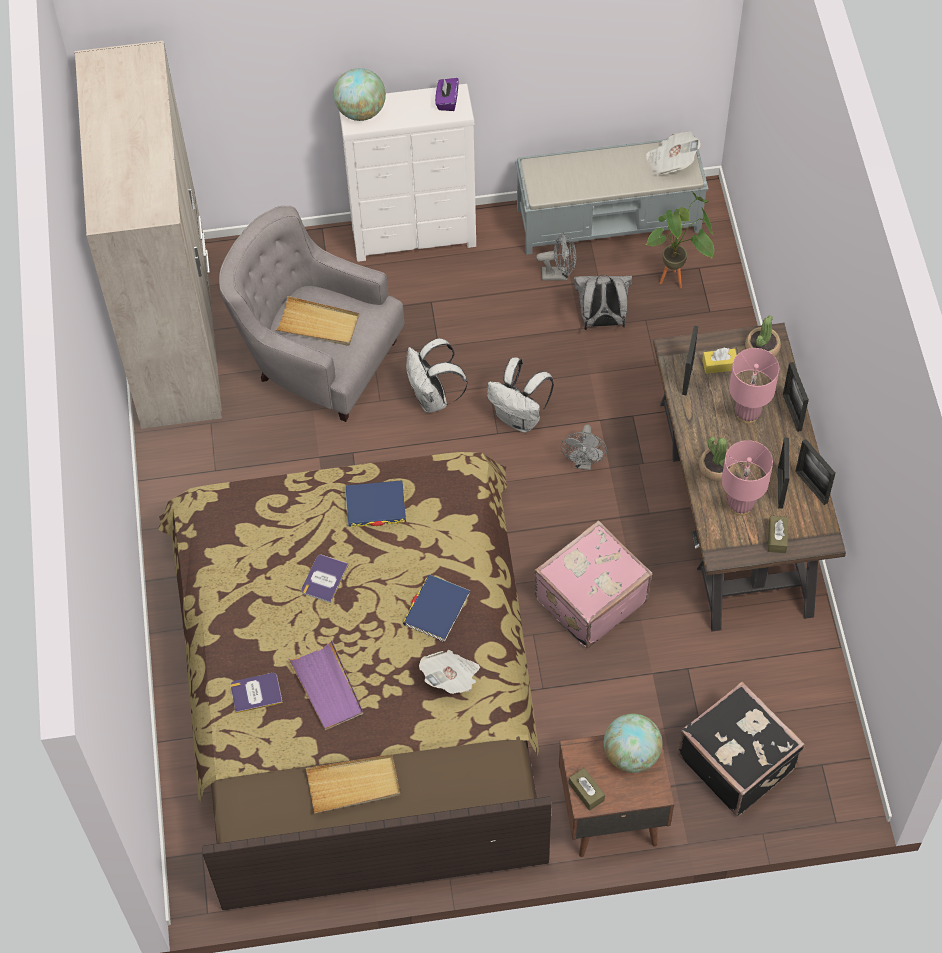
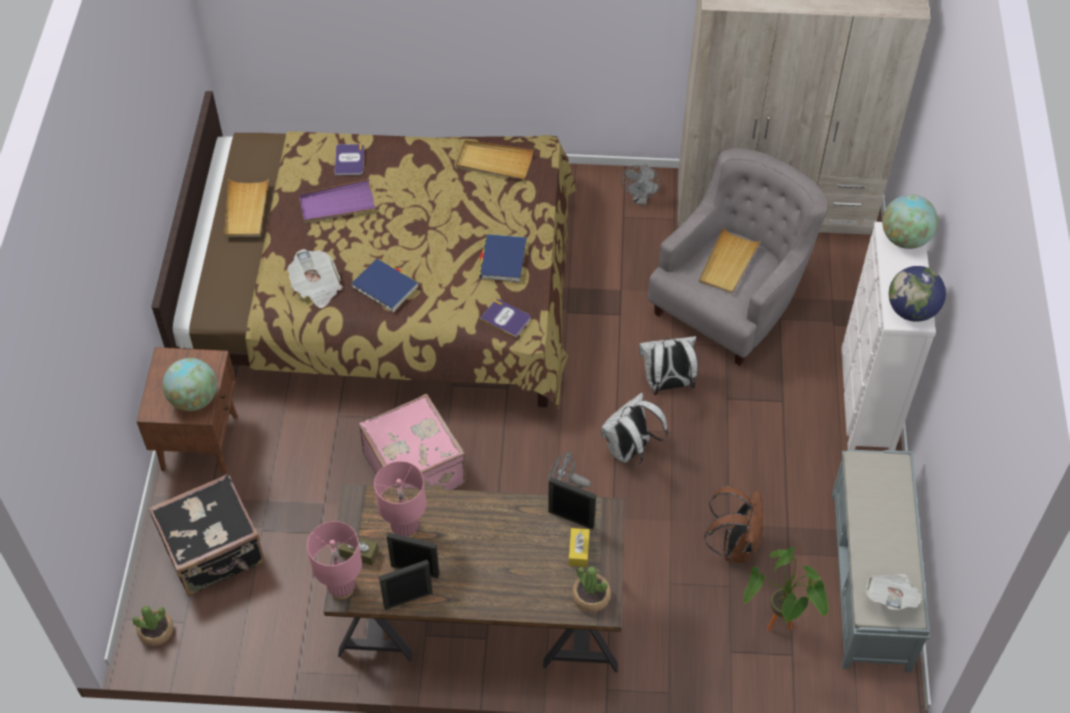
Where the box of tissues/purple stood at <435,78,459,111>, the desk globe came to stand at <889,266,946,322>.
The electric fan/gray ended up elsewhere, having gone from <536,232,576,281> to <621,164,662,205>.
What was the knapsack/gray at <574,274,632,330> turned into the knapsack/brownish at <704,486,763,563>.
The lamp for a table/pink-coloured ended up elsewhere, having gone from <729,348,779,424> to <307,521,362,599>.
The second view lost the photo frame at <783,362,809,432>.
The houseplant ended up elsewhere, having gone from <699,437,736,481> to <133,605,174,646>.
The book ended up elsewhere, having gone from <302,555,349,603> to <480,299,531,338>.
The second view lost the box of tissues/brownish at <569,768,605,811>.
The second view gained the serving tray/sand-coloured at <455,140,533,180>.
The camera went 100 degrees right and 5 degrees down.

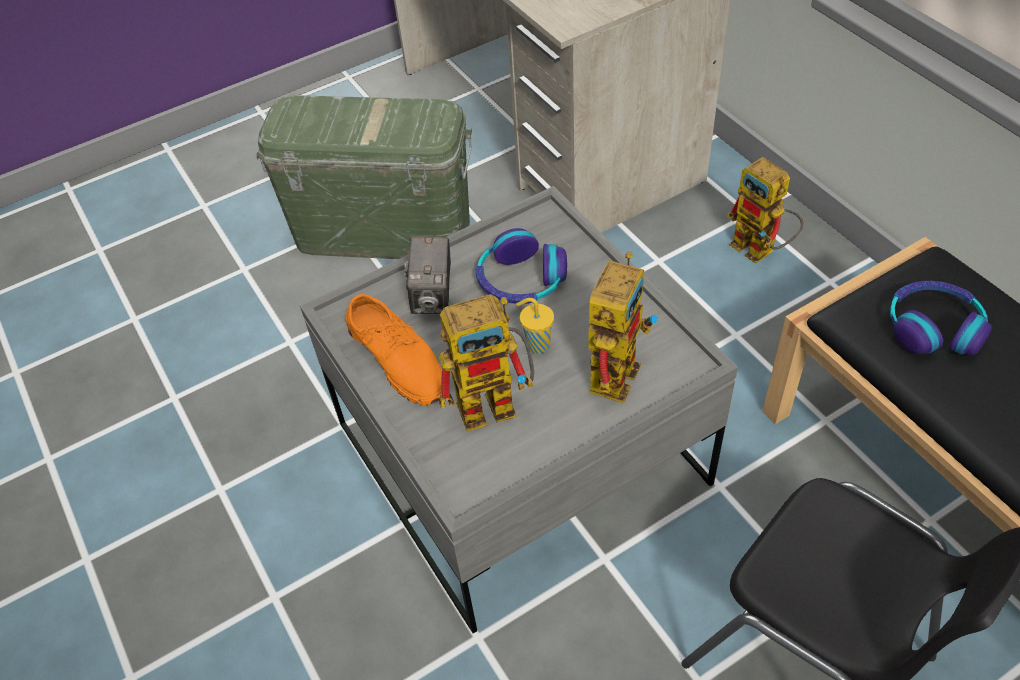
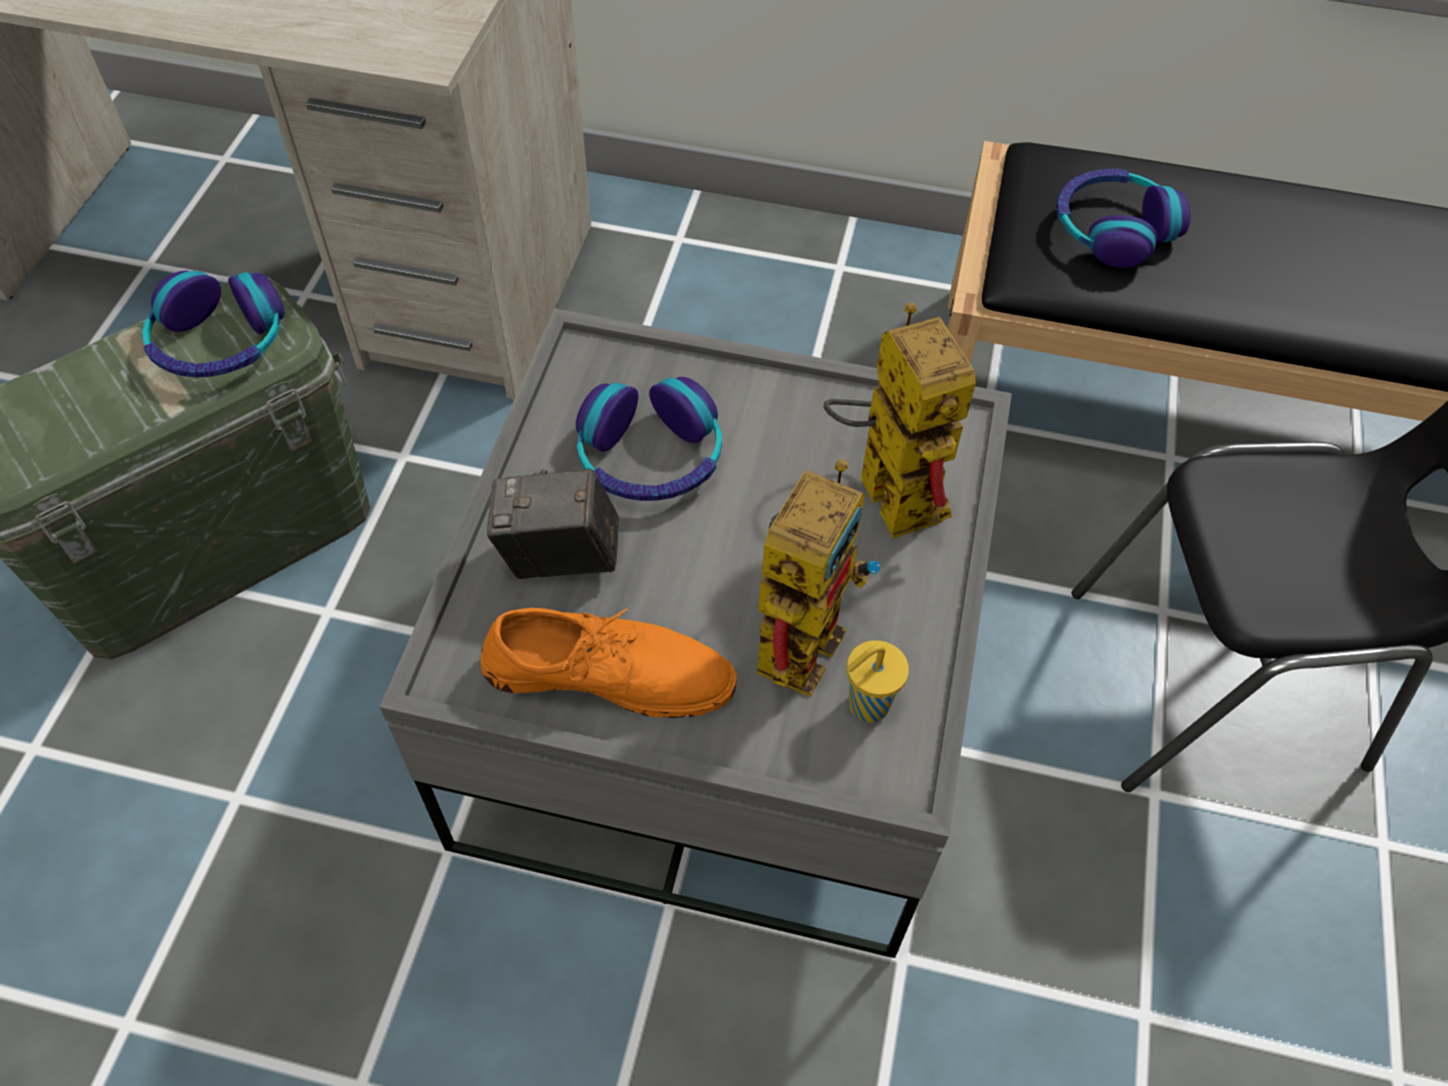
The second view lost the robot figure at <727,157,804,264>.
The photo camera at <404,236,451,314> ended up facing another way, 135 degrees clockwise from before.
The small cup/yellow ended up elsewhere, having gone from <516,298,554,354> to <847,640,909,722>.
The second view gained the headset at <142,270,285,378>.
The camera went 50 degrees left and 5 degrees up.

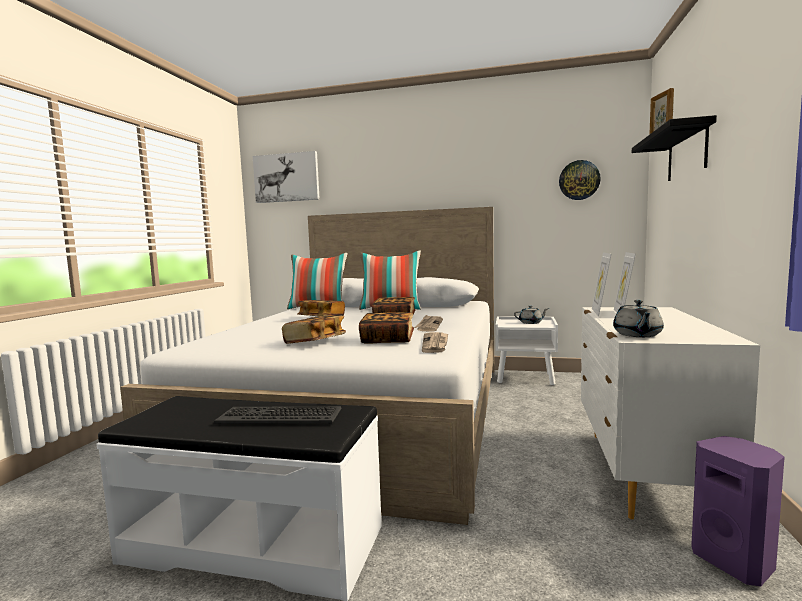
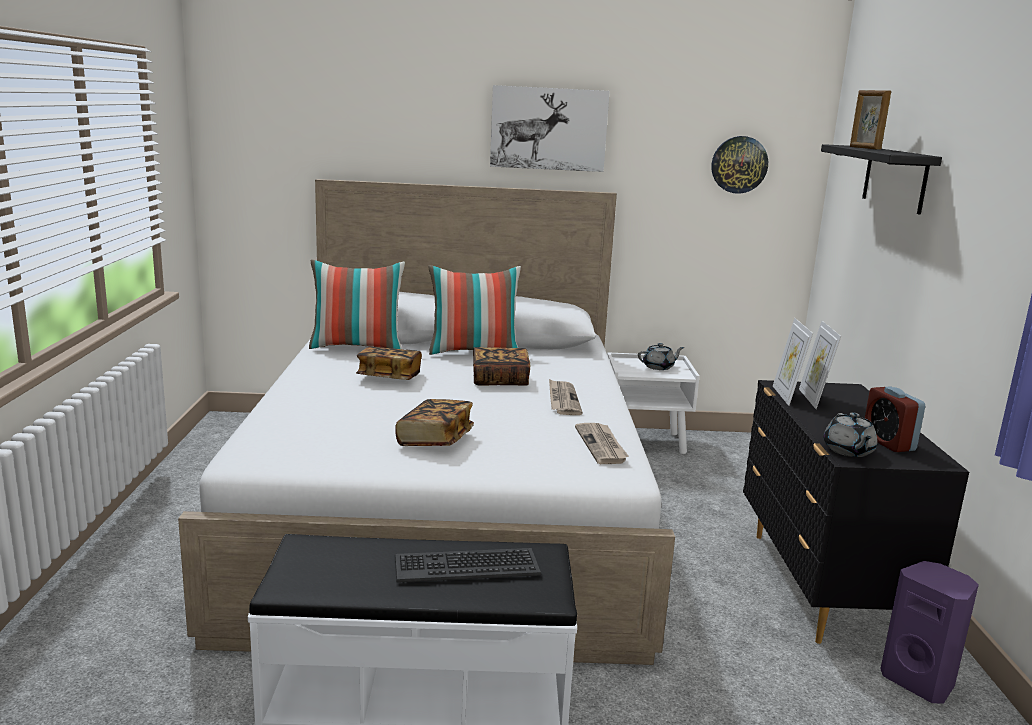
The wall picture ended up elsewhere, having gone from <253,151,320,203> to <490,85,610,172>.
What was the chest of drawers/white at <581,307,760,519> turned into the chest of drawers/black at <743,380,969,644>.
The second view lost the book at <359,312,414,344>.
The second view gained the alarm clock at <865,386,925,452>.
The camera went 15 degrees left and 10 degrees up.

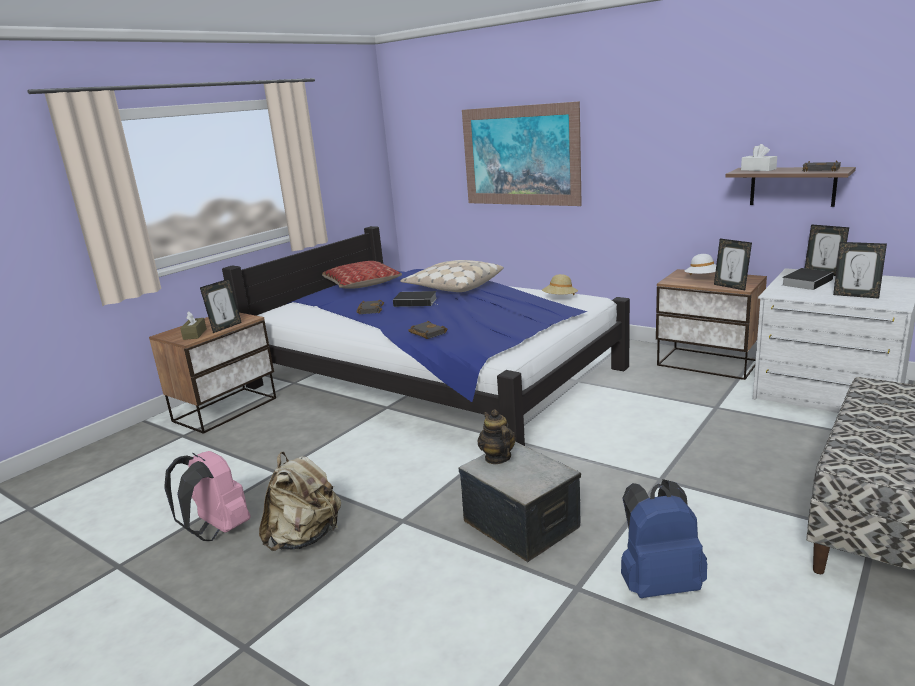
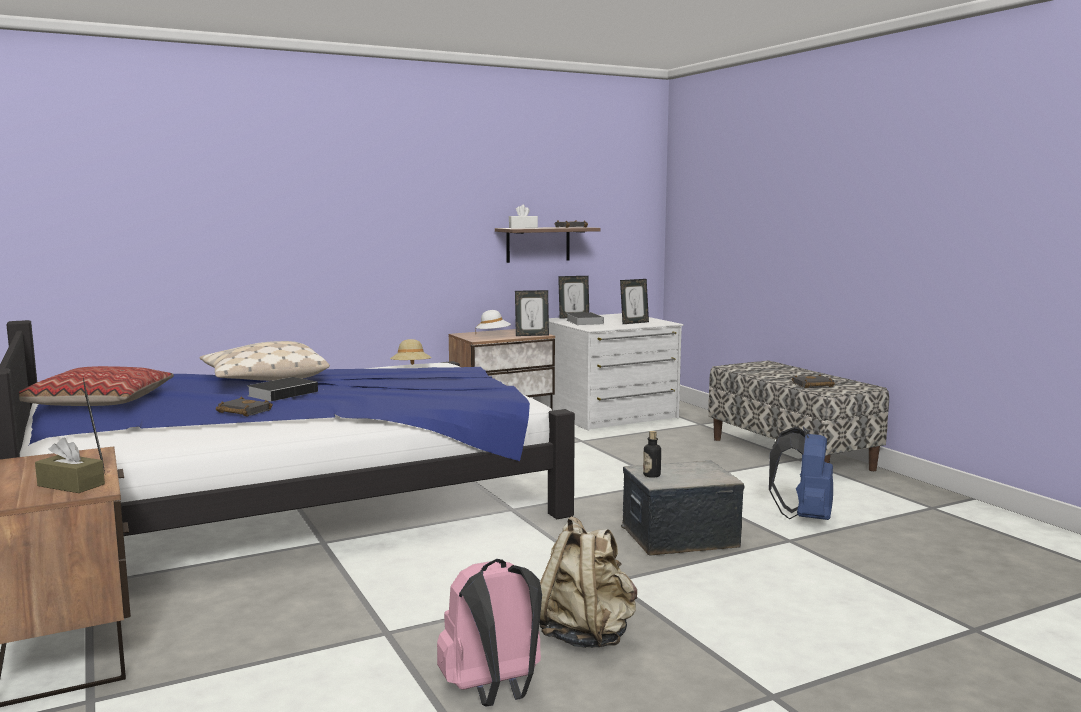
The second view lost the wall picture at <462,101,582,206>.
The book/black ended up elsewhere, having gone from <408,321,448,339> to <792,374,835,388>.
Where the tea pot stood at <477,409,516,464>, the drink bottle came to stand at <643,431,661,478>.
The camera went 65 degrees left and 10 degrees down.

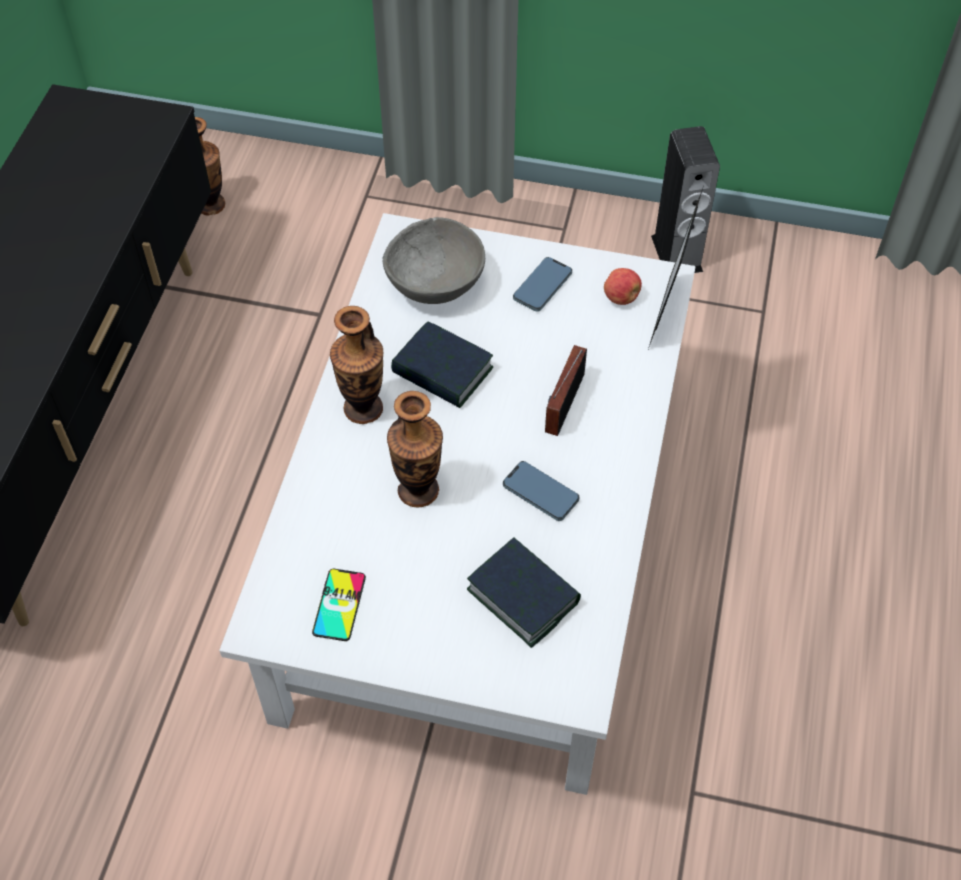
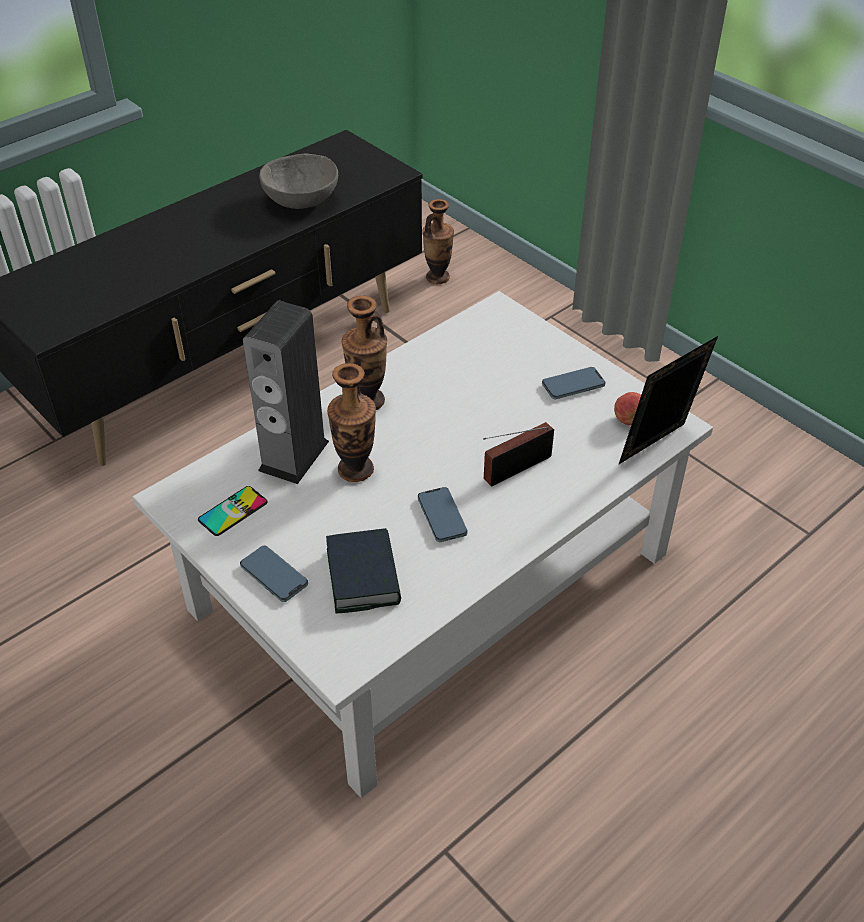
The loudspeaker ended up elsewhere, having gone from <651,126,720,273> to <243,301,329,484>.
The serving bowl/gray ended up elsewhere, having gone from <382,217,485,304> to <259,153,338,209>.
The second view lost the book at <391,321,493,408>.
The second view gained the phone at <240,546,308,602>.
The camera went 35 degrees right and 10 degrees down.

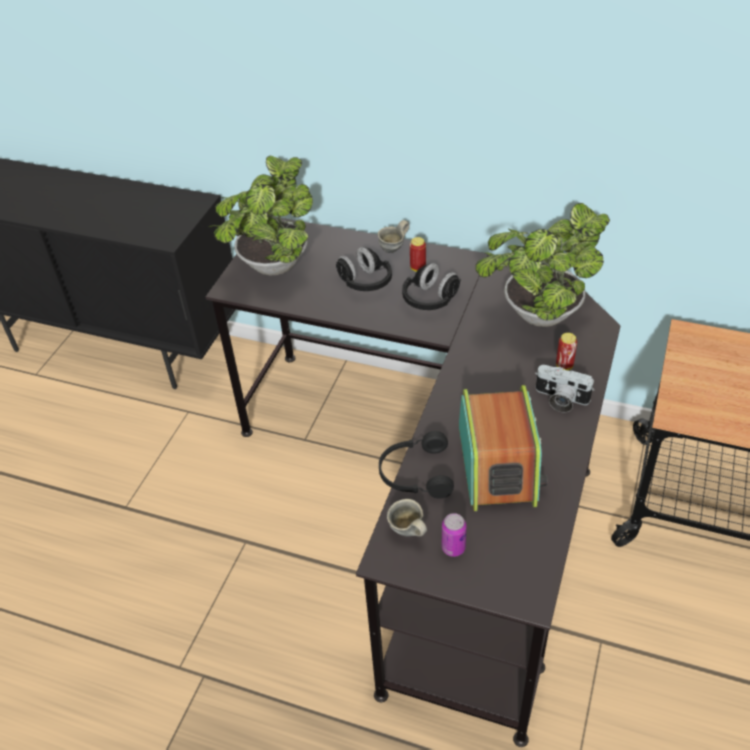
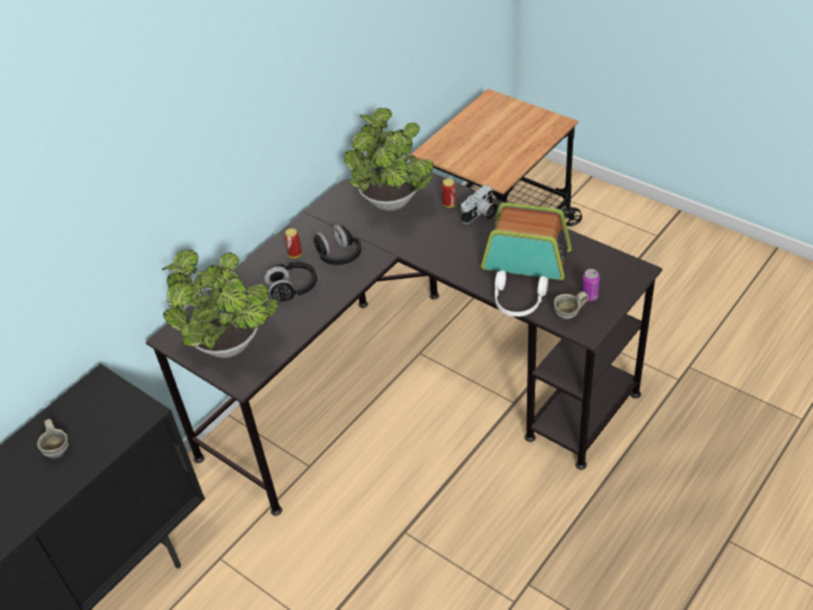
The tea mug/gray ended up elsewhere, having gone from <378,220,409,253> to <37,419,68,459>.
What was the headset/black at <379,431,454,499> turned into the headset/white at <495,271,548,317>.
The camera went 70 degrees left and 0 degrees up.

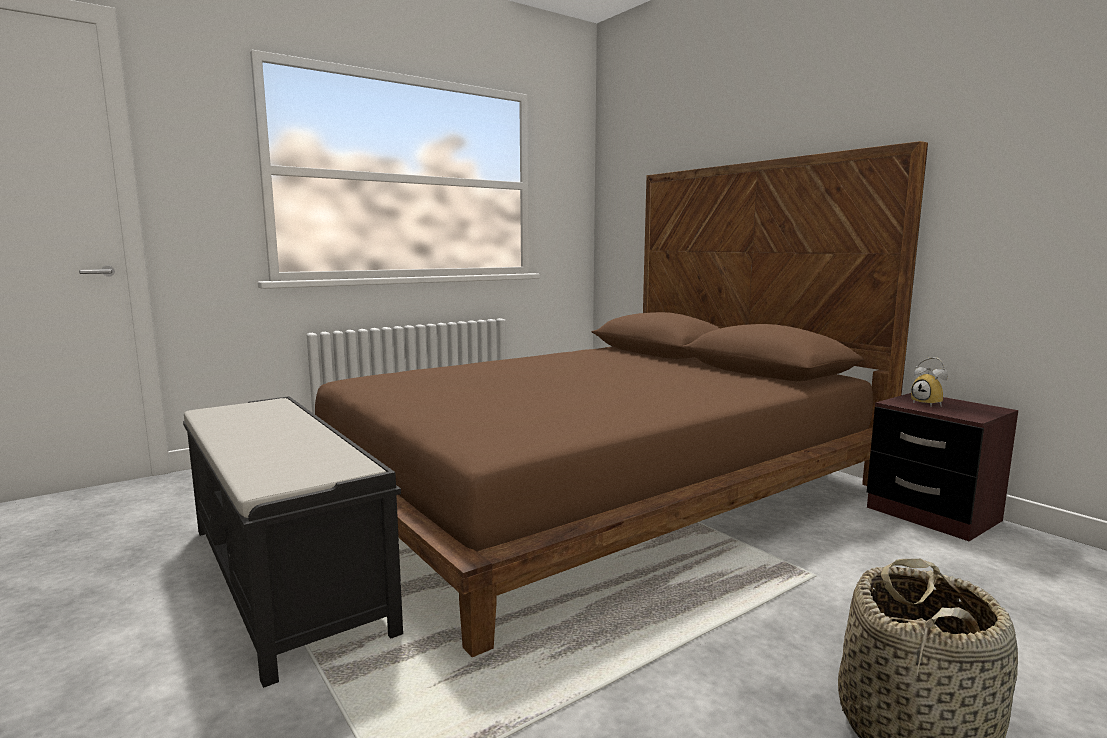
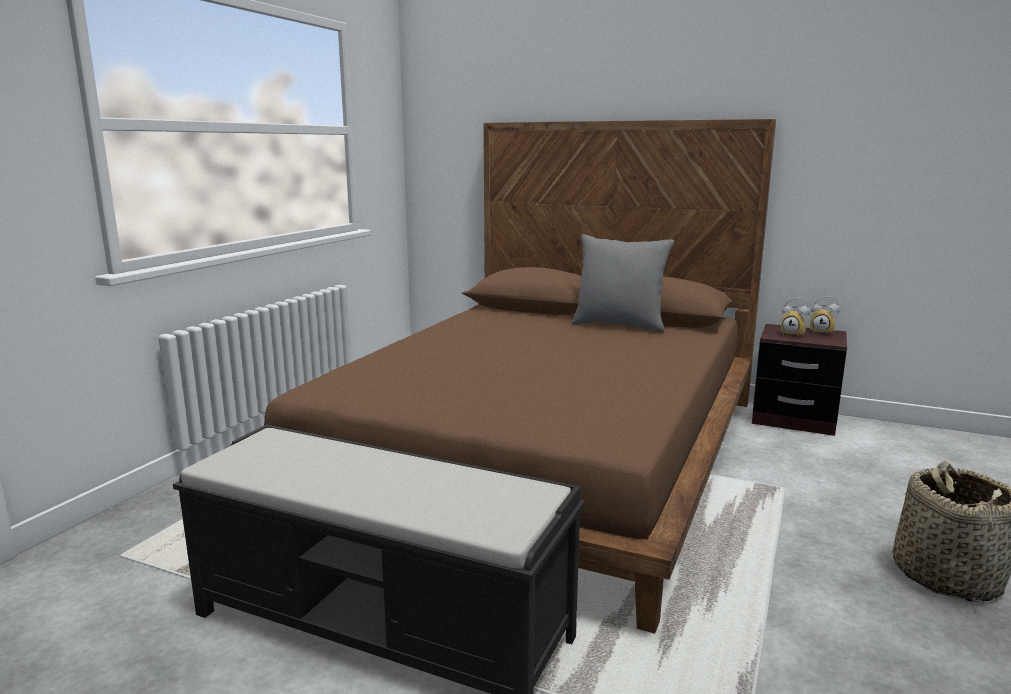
The second view gained the cushion/gray at <572,234,674,333>.
The second view gained the alarm clock at <810,296,840,335>.
The camera went 30 degrees left and 5 degrees up.

